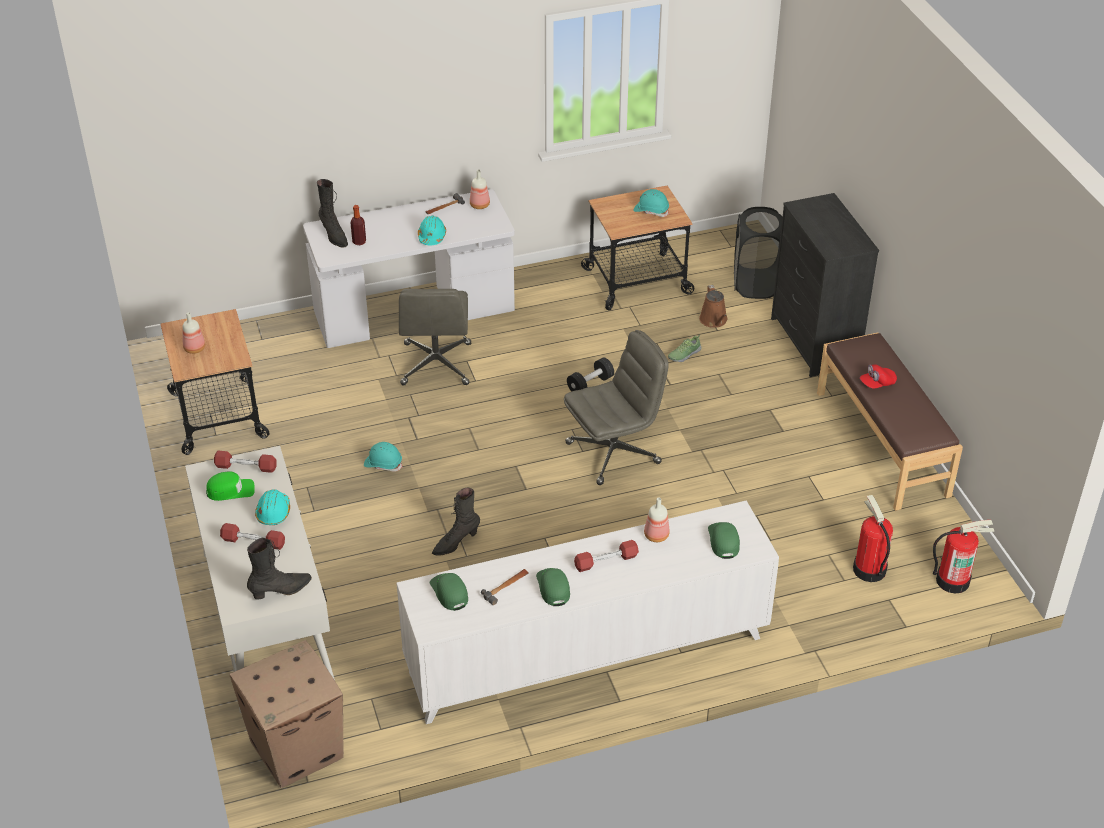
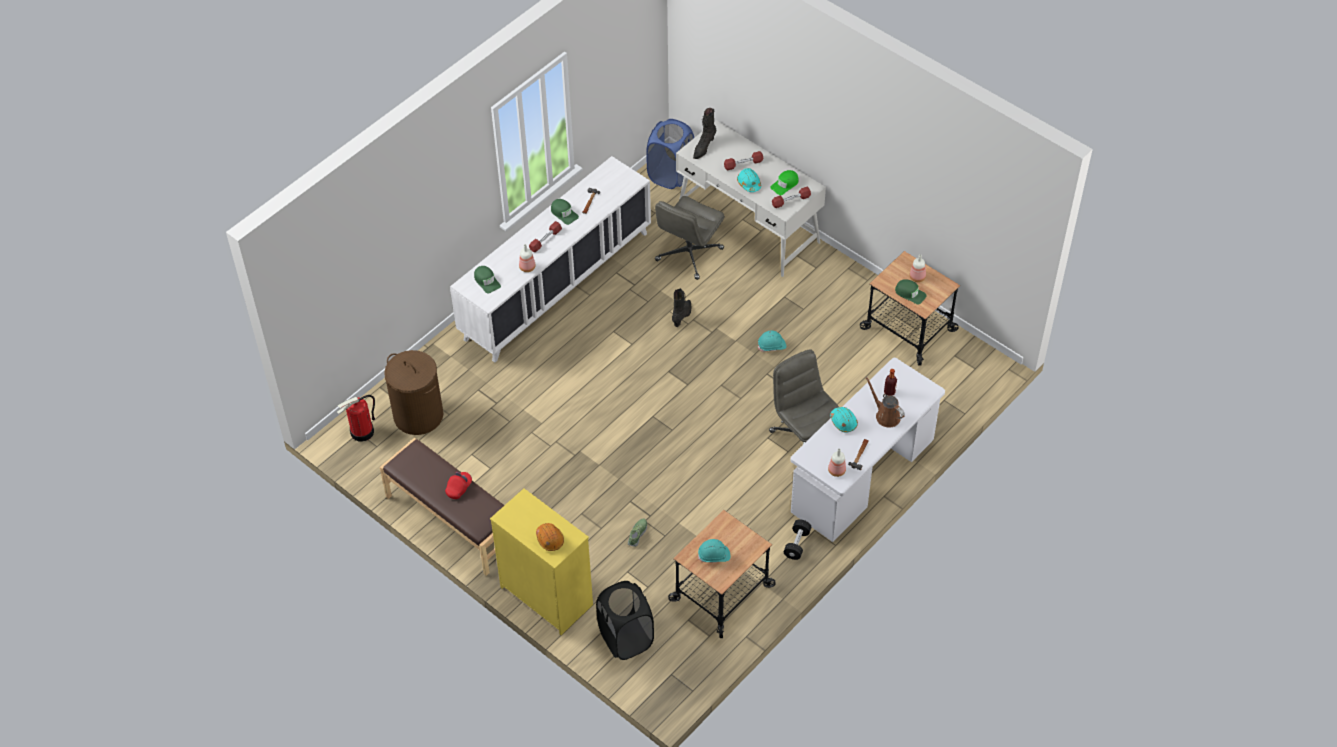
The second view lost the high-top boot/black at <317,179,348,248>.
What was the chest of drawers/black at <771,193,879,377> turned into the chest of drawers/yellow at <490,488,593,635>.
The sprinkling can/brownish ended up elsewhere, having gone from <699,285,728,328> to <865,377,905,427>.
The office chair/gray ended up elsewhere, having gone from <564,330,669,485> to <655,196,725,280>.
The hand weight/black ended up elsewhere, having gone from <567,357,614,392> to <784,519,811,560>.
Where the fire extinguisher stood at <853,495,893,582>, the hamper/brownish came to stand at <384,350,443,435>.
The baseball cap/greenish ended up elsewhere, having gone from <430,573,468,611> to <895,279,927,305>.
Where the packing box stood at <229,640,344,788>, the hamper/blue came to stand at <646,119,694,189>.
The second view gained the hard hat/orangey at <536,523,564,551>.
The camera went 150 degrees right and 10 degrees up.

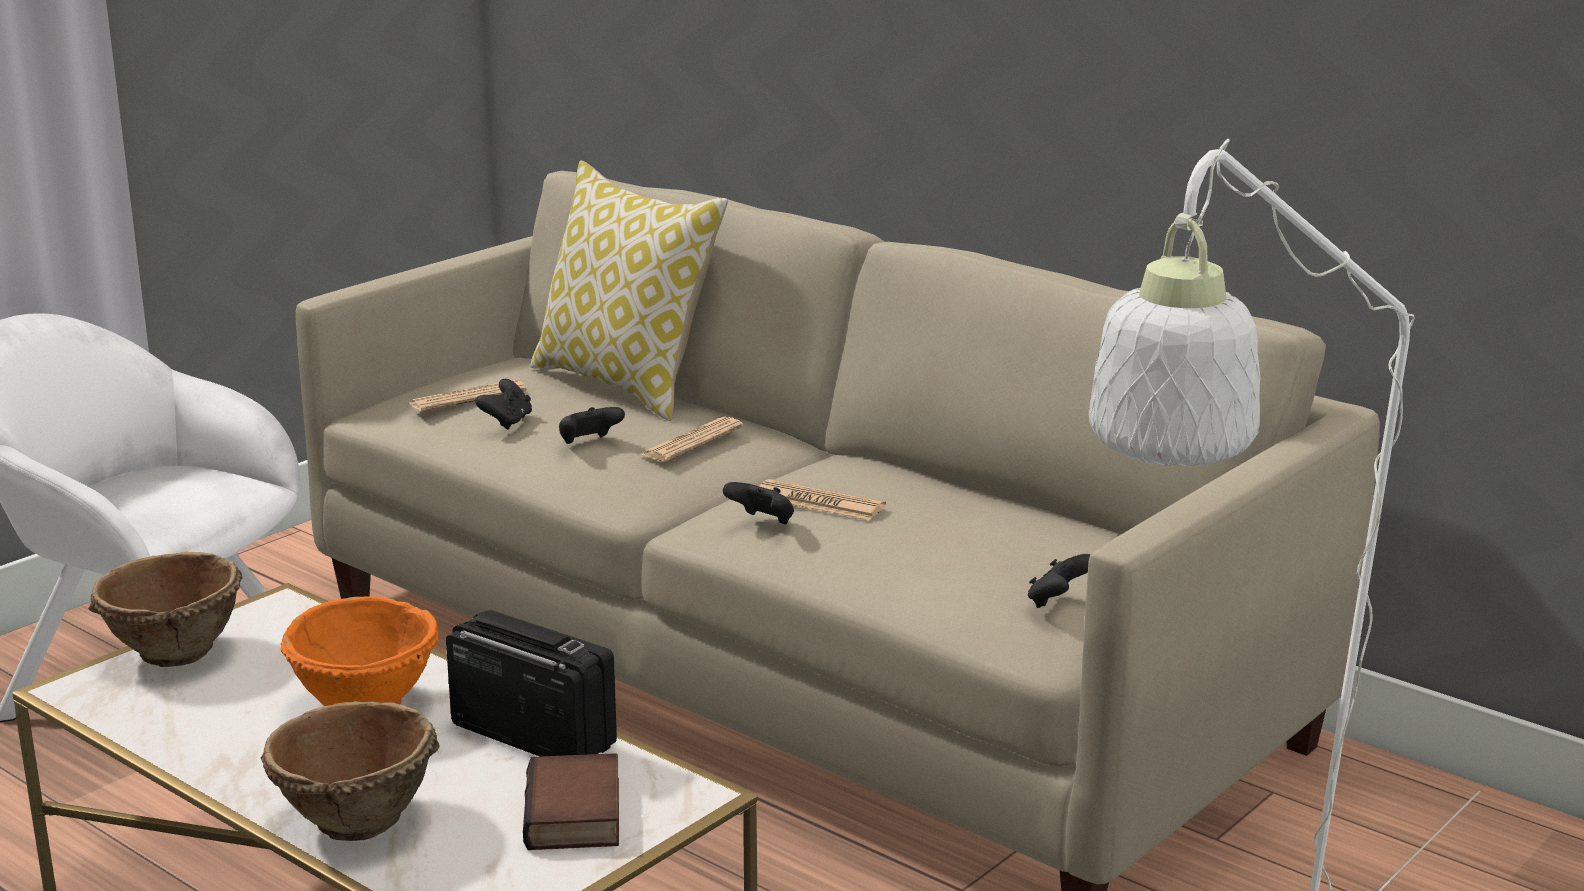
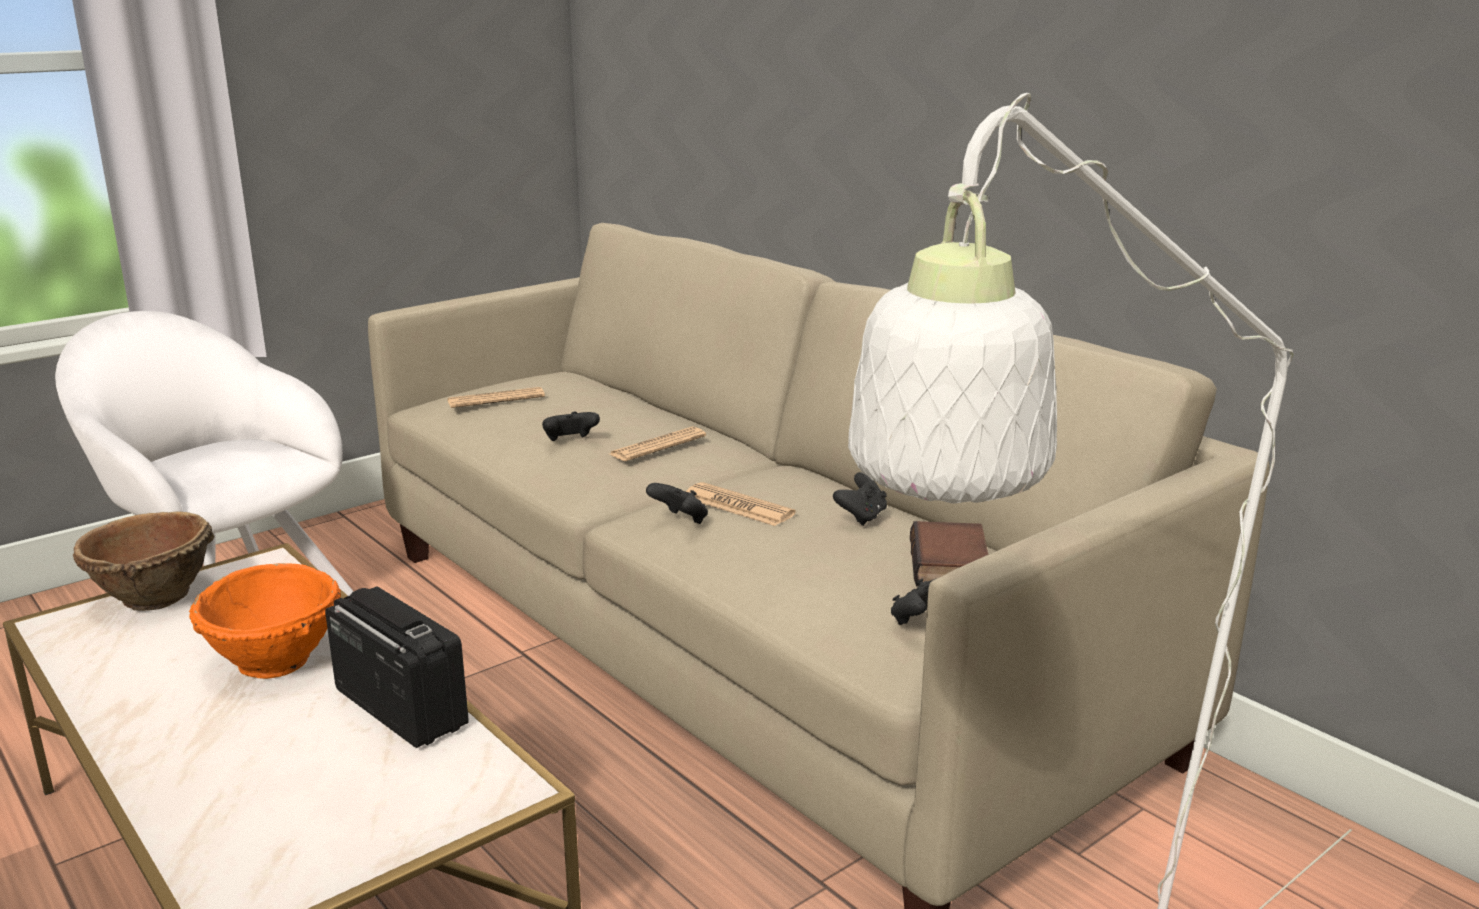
The second view lost the cushion at <530,161,728,421>.
The game controller/black ended up elsewhere, having gone from <475,379,532,429> to <833,472,887,526>.
The second view lost the serving bowl/brownish at <261,701,440,841>.
The book ended up elsewhere, having gone from <523,753,619,850> to <910,521,988,586>.
The camera went 10 degrees right and 0 degrees up.

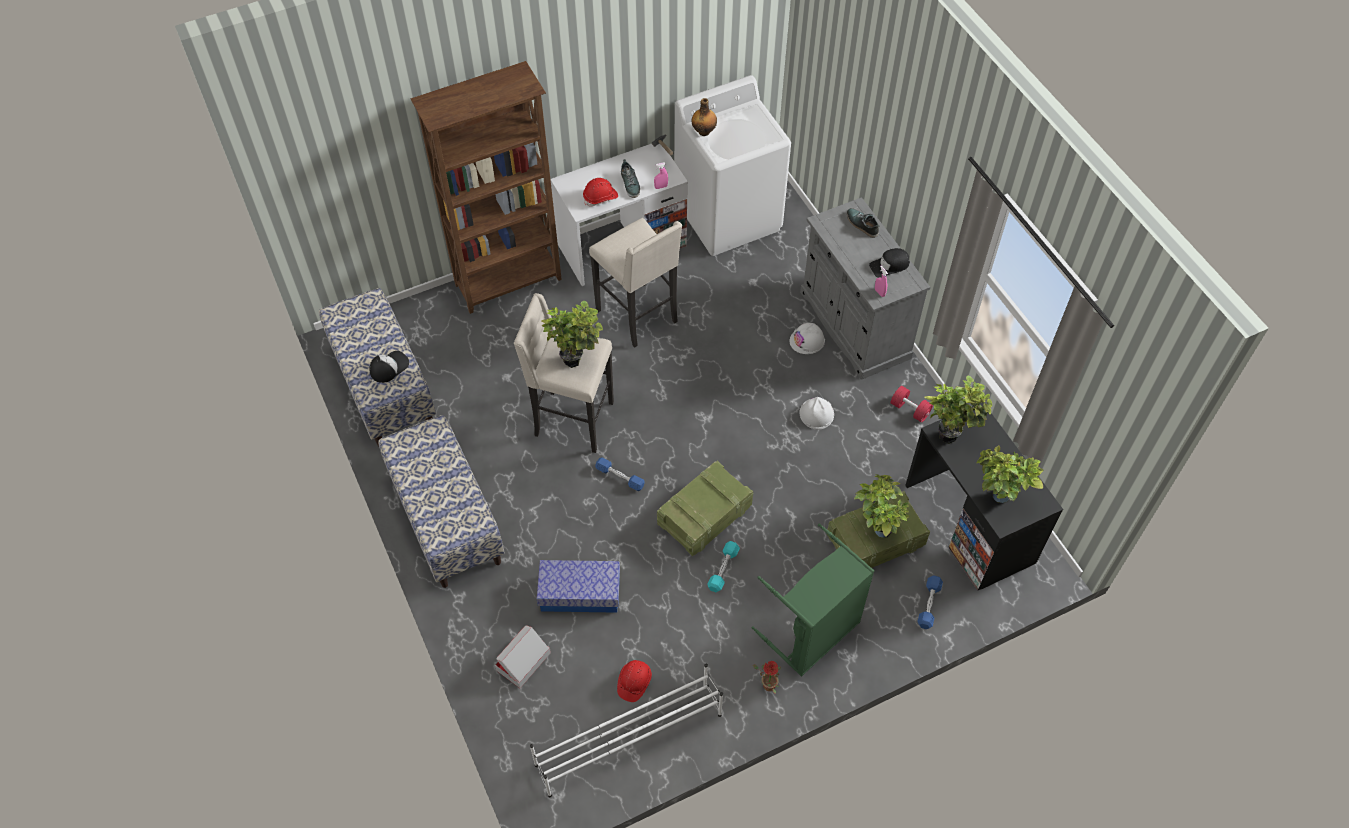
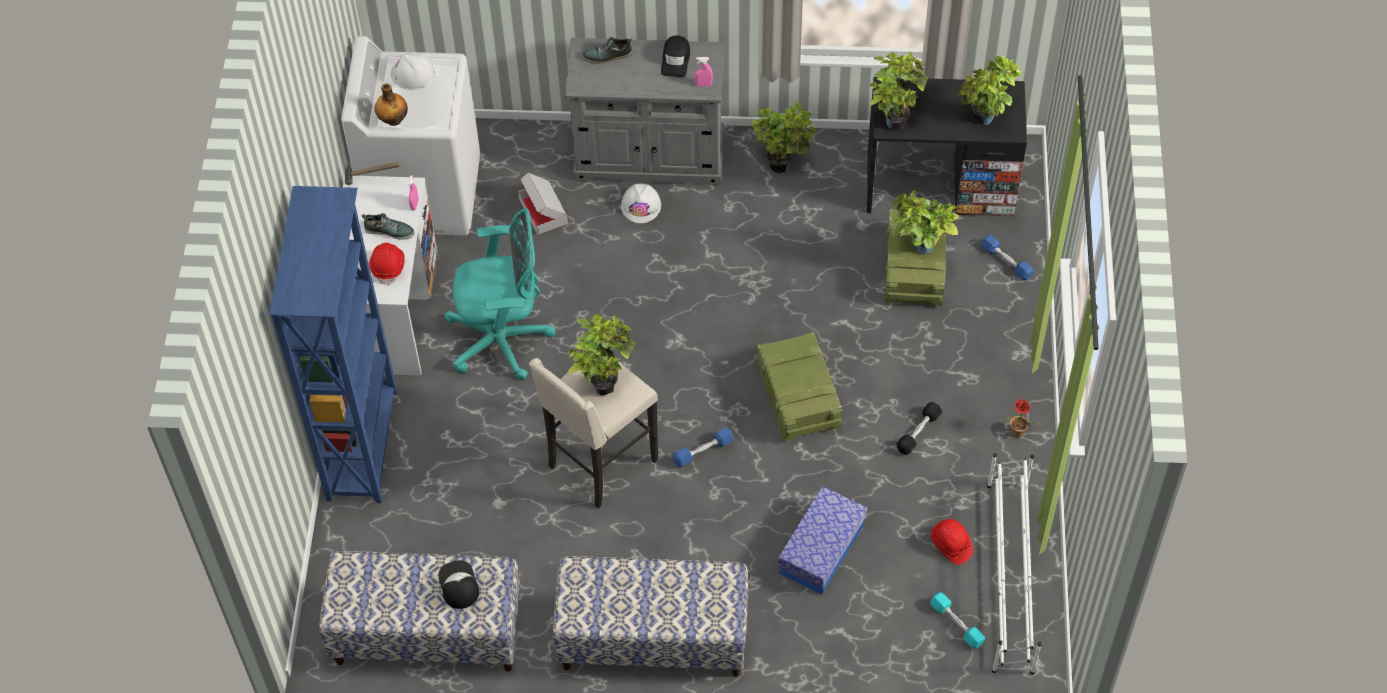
What was the bookcase/brownish at <411,61,562,314> turned into the bookcase/blue at <269,186,397,503>.
Where the sitting stool/sand-coloured stood at <589,218,682,348>, the office chair/turquoise came to stand at <444,208,556,380>.
Where the hand weight/red-coloured stood at <890,386,933,422>, the houseplant came to stand at <751,103,816,174>.
The hard hat/white ended up elsewhere, having gone from <800,397,834,429> to <391,52,435,90>.
The second view lost the hamper/greenish at <752,523,874,677>.
The hand weight/turquoise ended up elsewhere, having gone from <707,541,740,593> to <930,592,985,648>.
The packing box ended up elsewhere, having gone from <495,625,551,688> to <518,173,568,235>.
The second view gained the hand weight/black at <896,402,942,455>.
The camera went 60 degrees left and 0 degrees up.

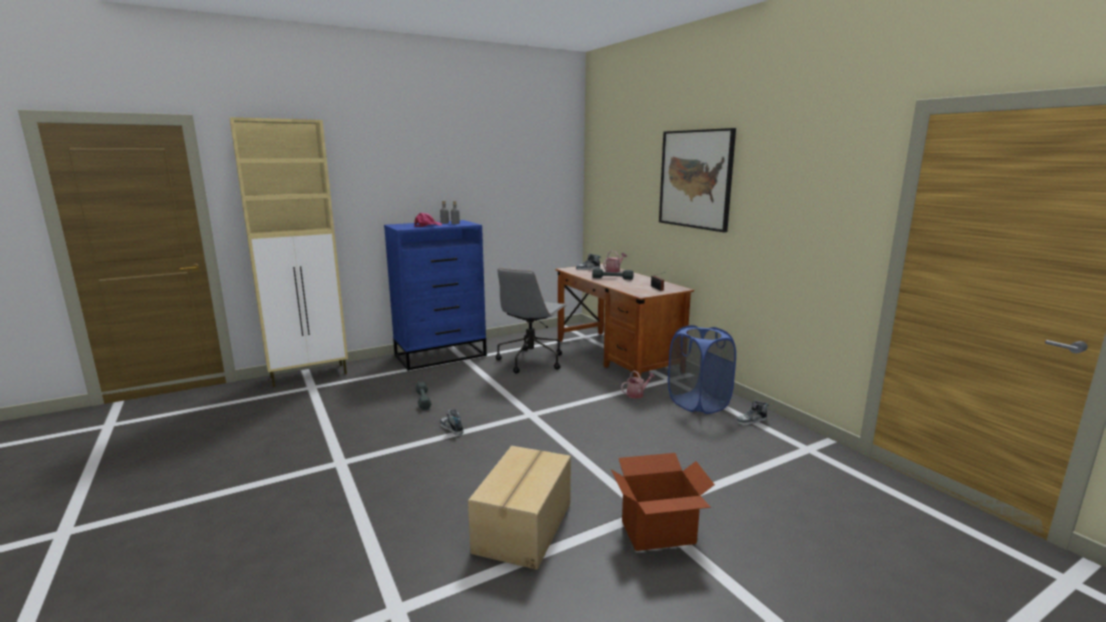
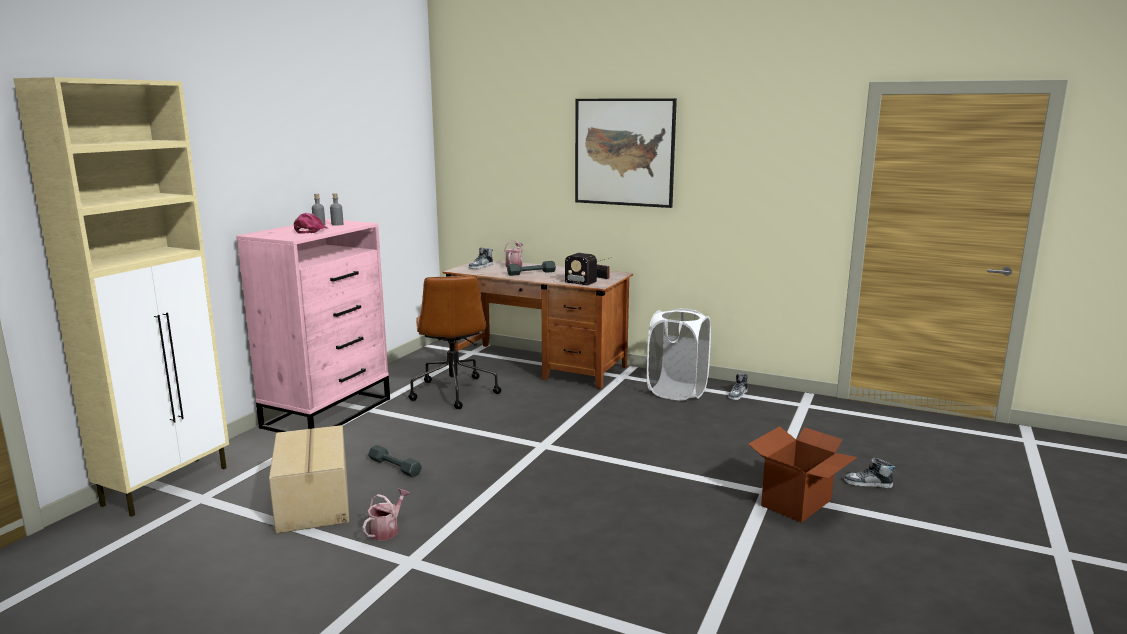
What was the chest of drawers/blue at <384,220,487,371> turned into the chest of drawers/pink-coloured at <236,219,390,432>.
What was the office chair/gray at <496,268,567,374> turned into the office chair/brownish at <408,275,501,409>.
What was the hamper/blue at <668,325,736,414> turned into the hamper/white at <647,308,711,401>.
The sprinkling can ended up elsewhere, having gone from <621,370,655,399> to <362,489,410,541>.
The low shoe ended up elsewhere, having gone from <440,409,463,435> to <844,458,896,488>.
The packing box ended up elsewhere, having gone from <468,446,571,570> to <269,425,349,533>.
The second view gained the radio at <553,253,597,285>.
The camera went 35 degrees left and 0 degrees up.

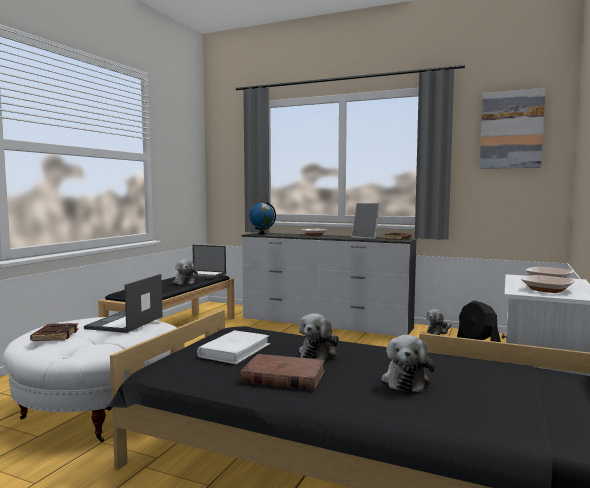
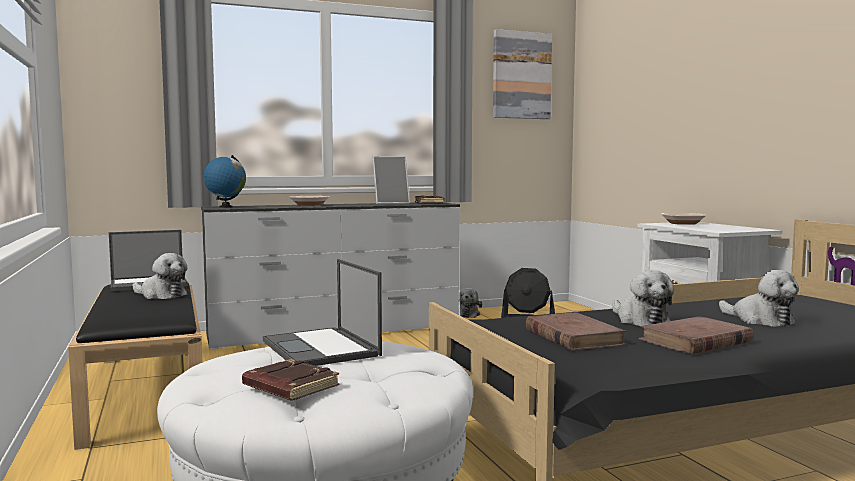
The second view lost the serving bowl at <521,275,575,293>.
What was the book/white at <197,330,271,364> turned into the book/brownish at <526,313,626,351>.
The camera went 45 degrees left and 0 degrees up.

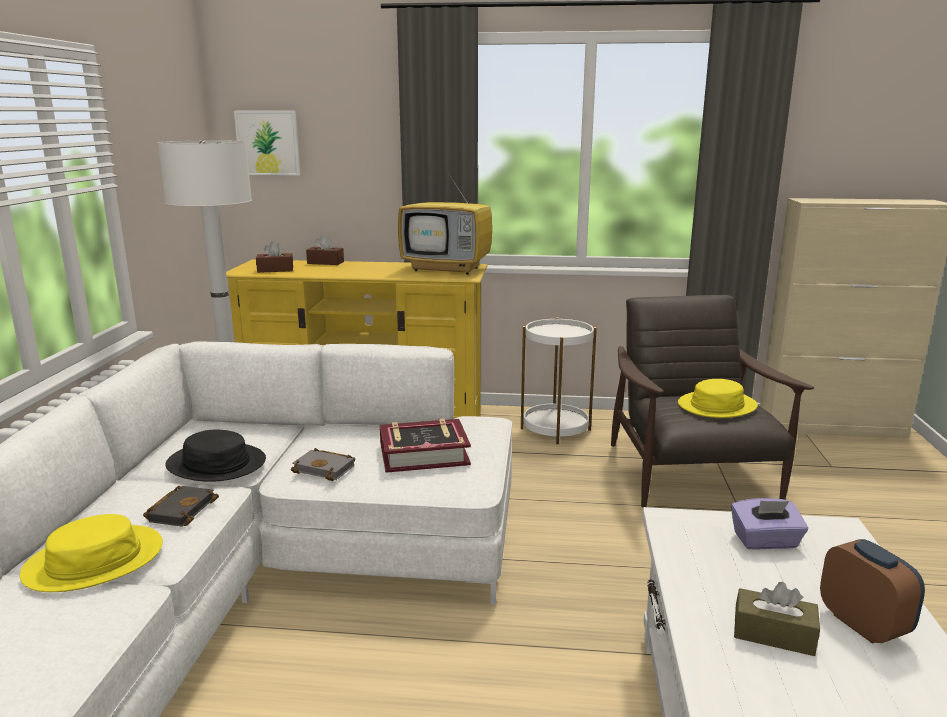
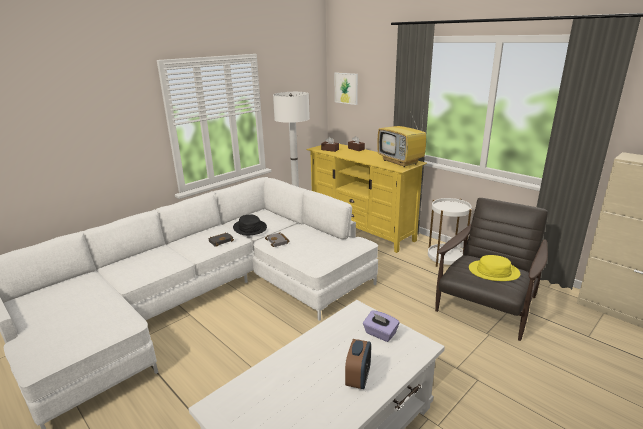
The second view lost the book at <380,418,471,473>.
The second view lost the wearable hat/yellow at <20,514,163,592>.
The second view lost the box of tissues/brownish at <734,582,820,656>.
The camera went 40 degrees right and 5 degrees up.

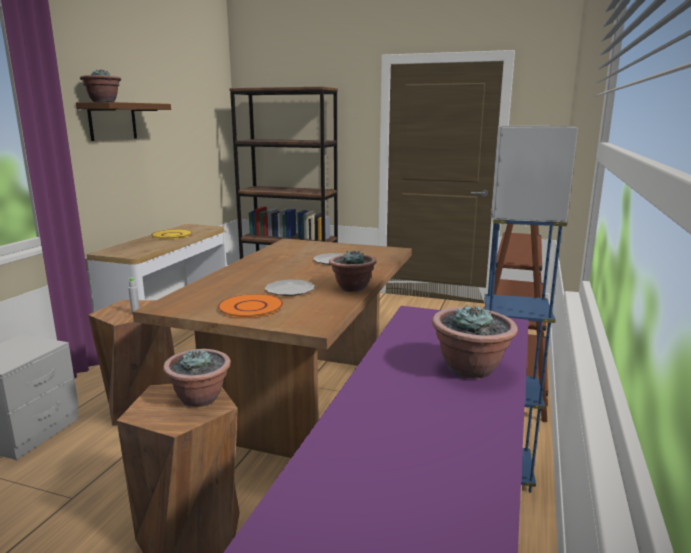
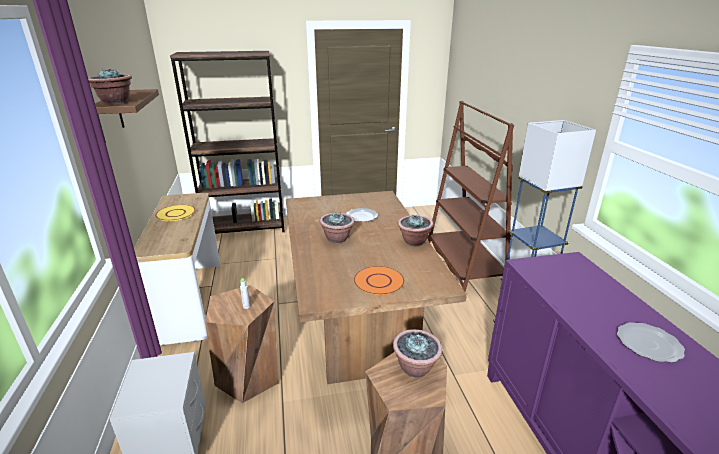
The dinner plate ended up elsewhere, having gone from <265,280,315,296> to <617,322,685,363>.
The houseplant ended up elsewhere, having gone from <432,304,518,379> to <319,213,355,243>.
The camera went 30 degrees left and 10 degrees up.

